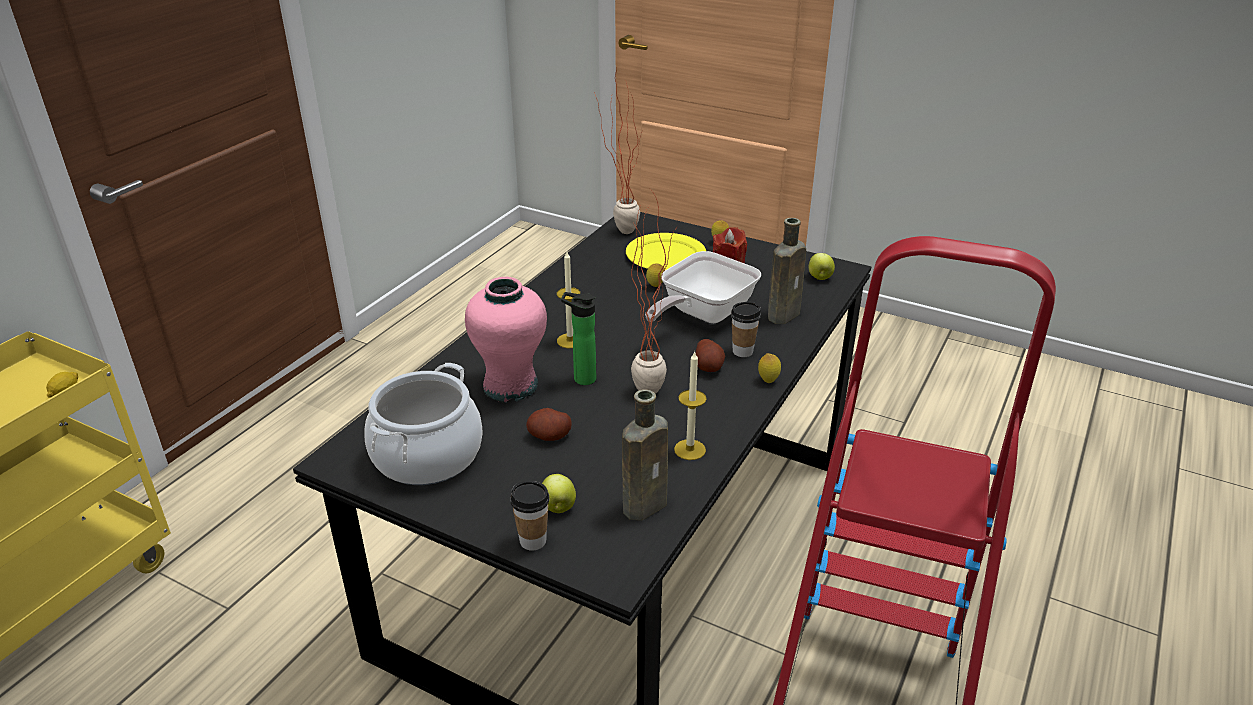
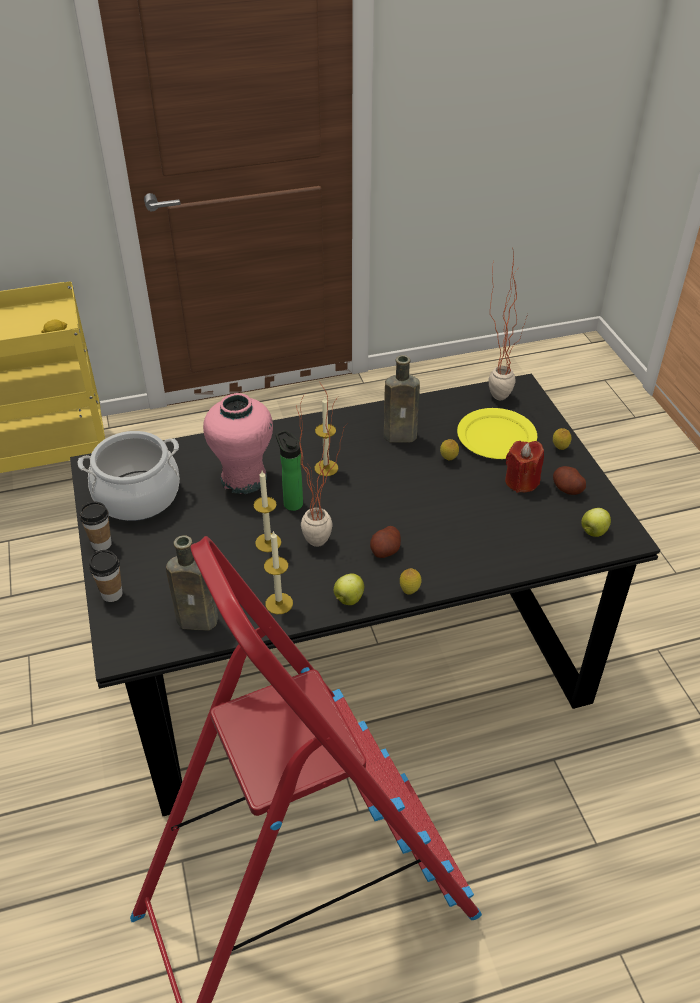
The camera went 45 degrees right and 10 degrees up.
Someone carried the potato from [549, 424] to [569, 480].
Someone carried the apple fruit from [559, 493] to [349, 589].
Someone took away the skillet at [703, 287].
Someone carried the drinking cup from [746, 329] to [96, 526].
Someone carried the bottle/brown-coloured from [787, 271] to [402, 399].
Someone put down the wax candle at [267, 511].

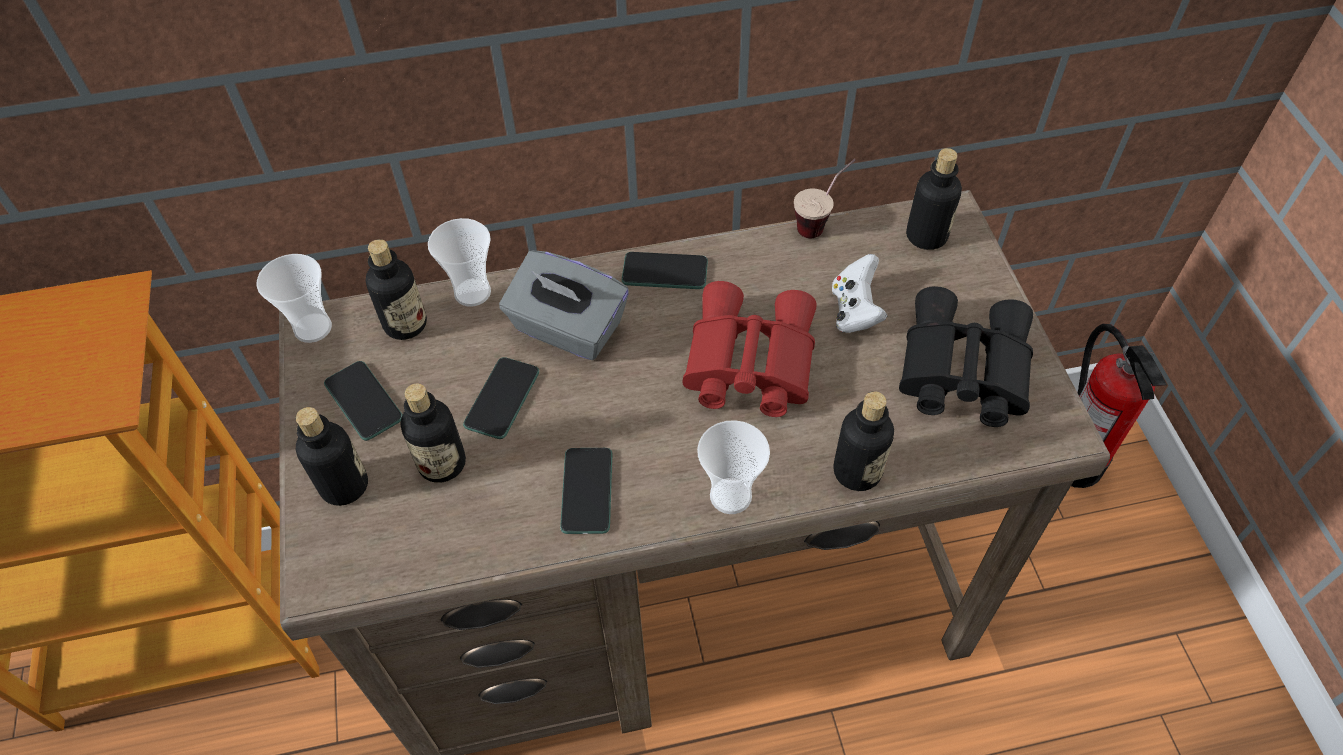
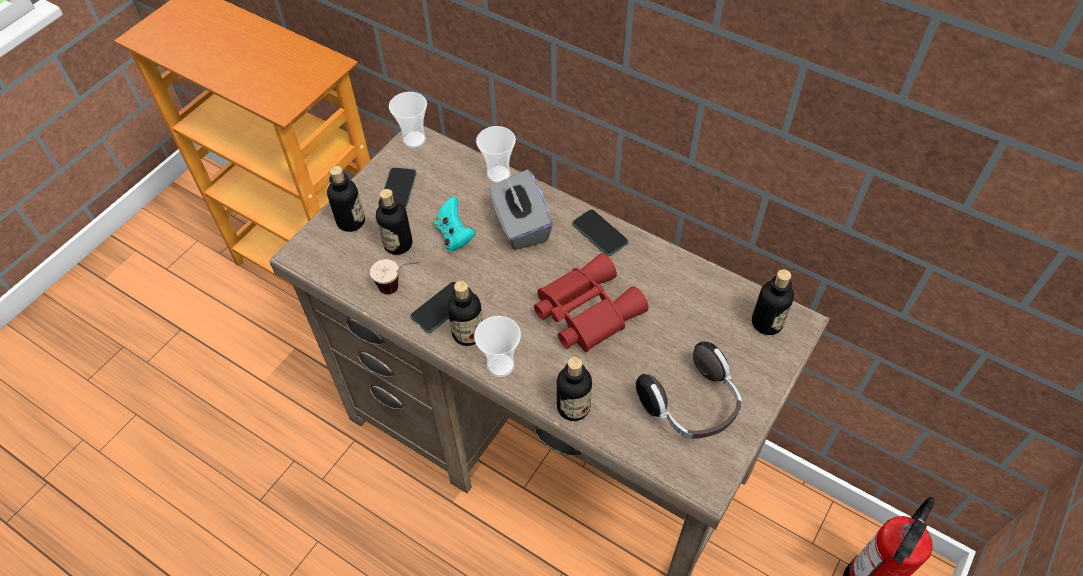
The camera went 45 degrees right and 0 degrees up.
Someone carried the bottle from [396, 289] to [465, 313].
Someone swapped the telephone at [501, 398] for the joypad/turquoise-coloured at [455, 224].
Someone carried the drinking cup from [825, 198] to [395, 277].
Someone took away the joypad/white-coloured at [859, 293].
Someone swapped the binoculars/black-coloured at [966, 356] for the pair of headphones at [689, 390].

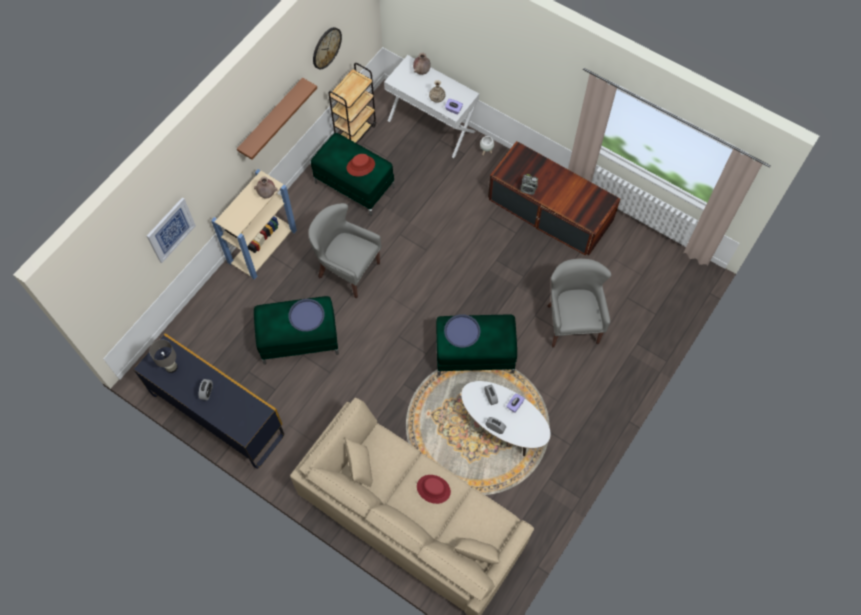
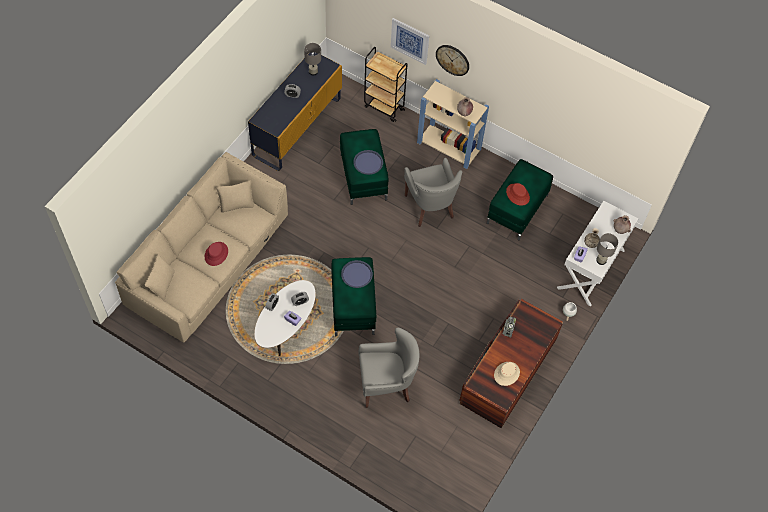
The camera went 85 degrees right and 5 degrees down.
Someone took away the wall shelf/brown-coloured at [277, 119].
Someone rotated the lounge chair/grey at [344, 251] by 135 degrees clockwise.
Someone carried the clock on the wall from [327, 48] to [452, 60].
Someone carried the cart/brown-coloured from [352, 103] to [385, 84].
Someone put down the hat/sand-coloured at [507, 374].
Someone put down the table lamp/grey at [607, 249].

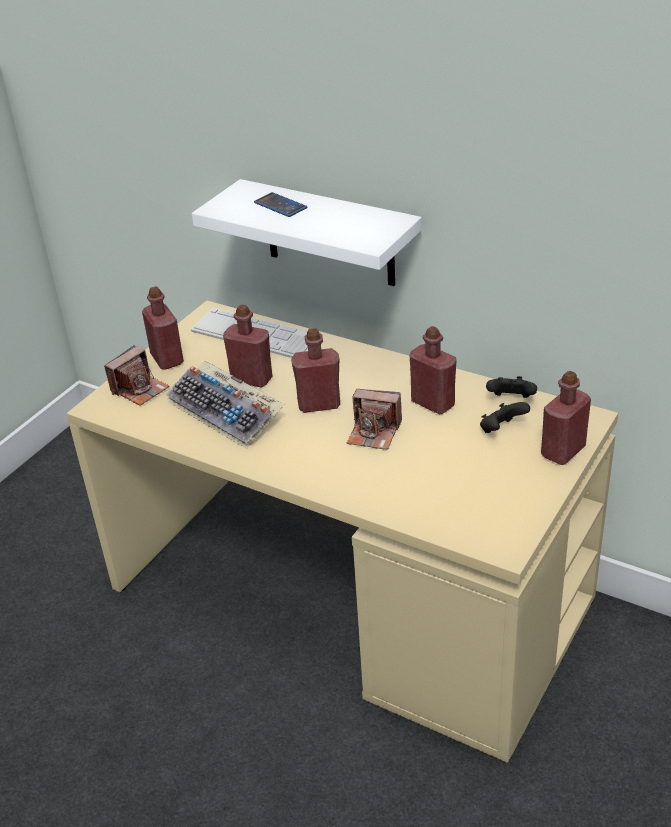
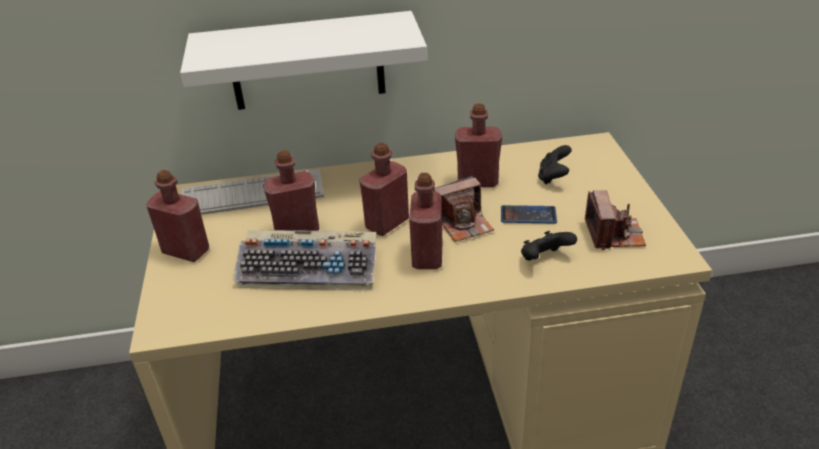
The camera went 40 degrees left and 0 degrees up.
Someone carried the still camera from [136, 375] to [615, 220].
Someone carried the telephone from [280, 204] to [529, 214].
Someone carried the joypad/black-coloured from [511, 387] to [549, 245].
Someone carried the bottle/reddish from [566, 418] to [425, 221].

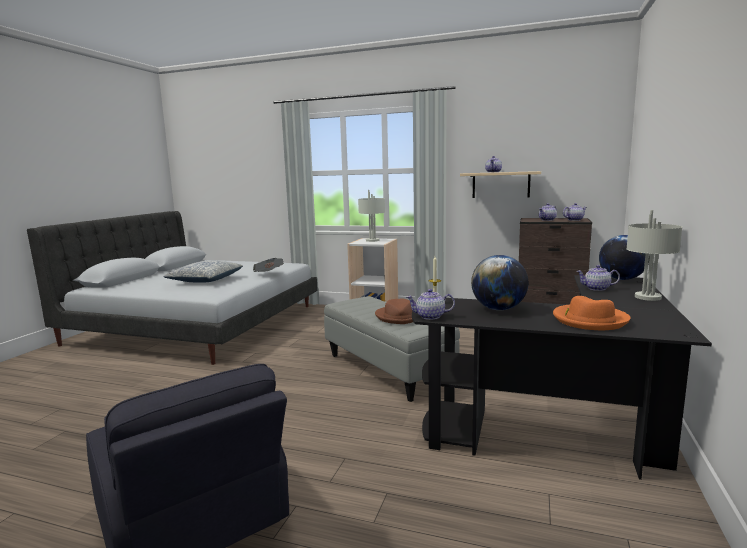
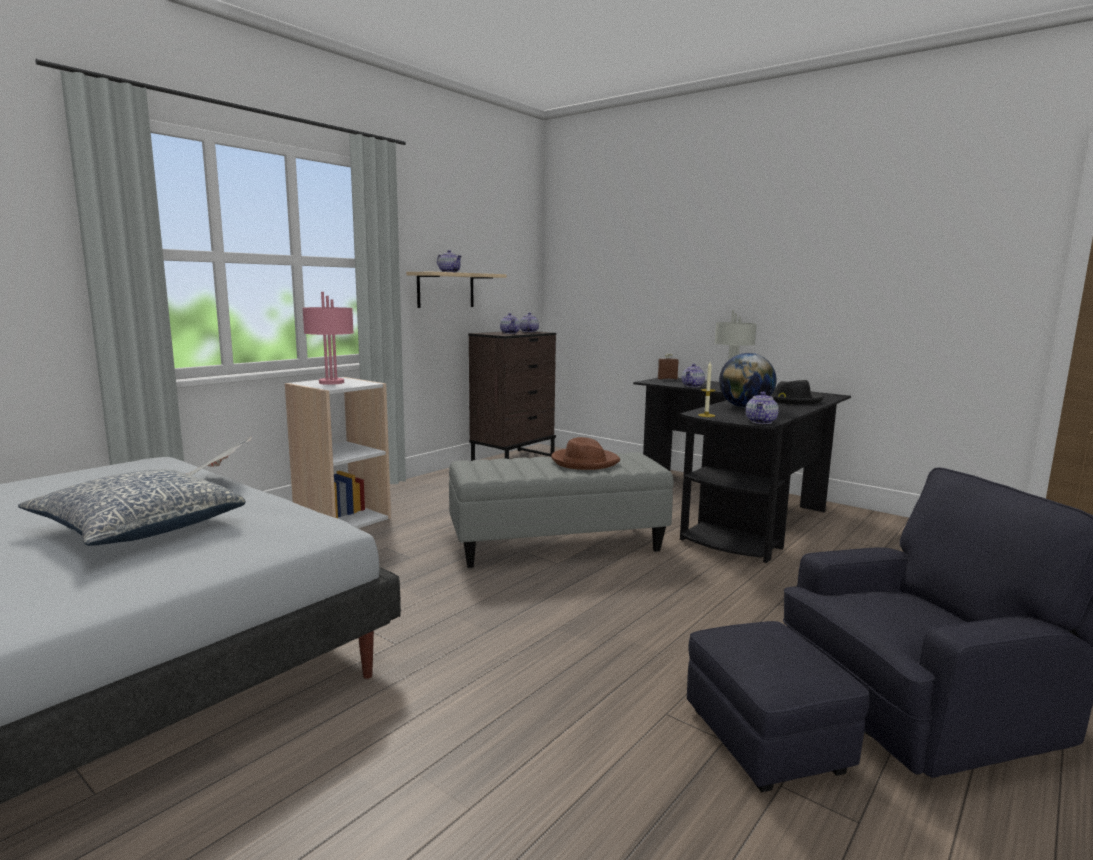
The camera went 70 degrees left and 0 degrees up.
Someone repainted the table lamp/grey at [371, 216], which became the table lamp/pinkish at [328, 338].
Someone repainted the hat/orange at [592, 313], which became the hat/black-coloured at [797, 392].
Someone swapped the world globe at [624, 257] for the bottle/brown-coloured at [668, 366].

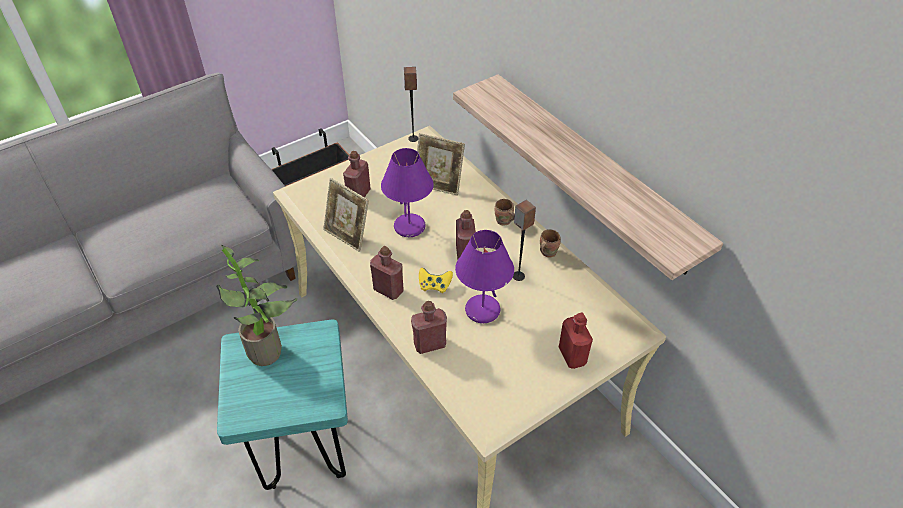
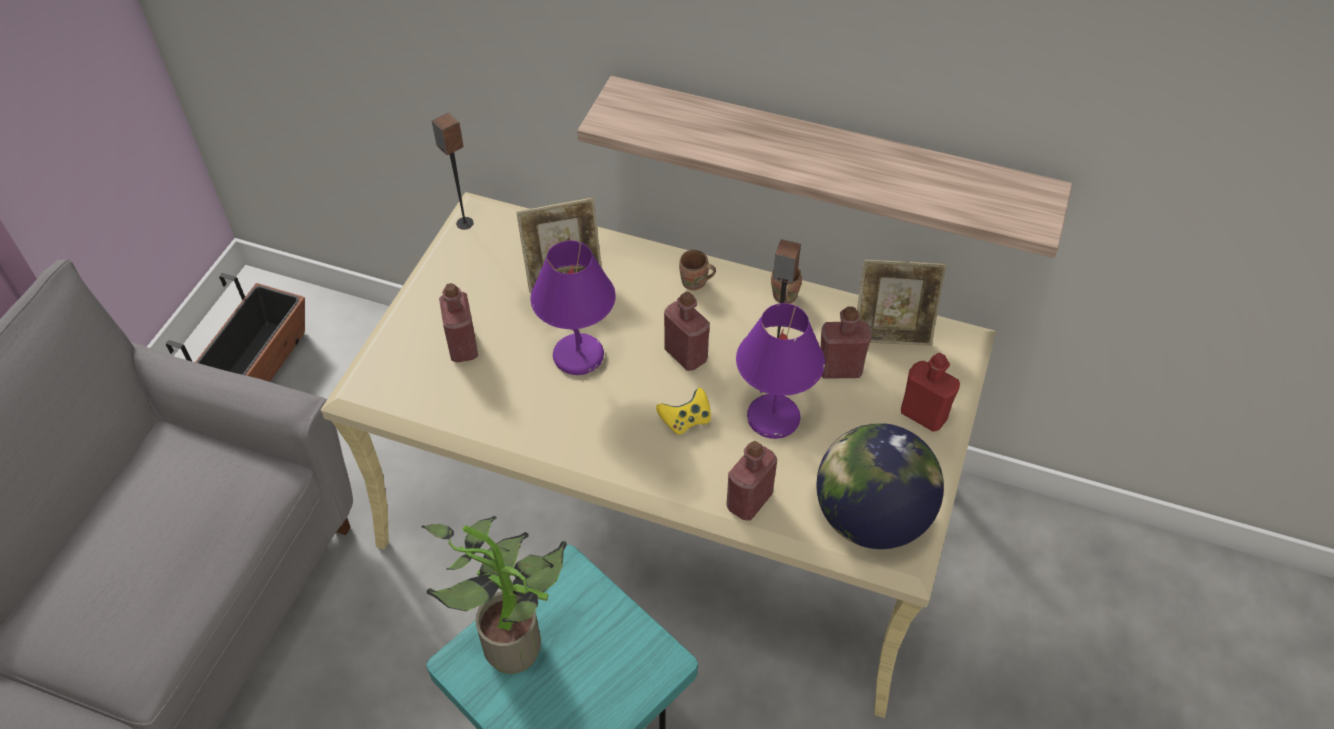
The camera went 35 degrees left and 5 degrees up.
Someone carried the standing frame from [346, 215] to [901, 303].
Someone carried the bottle/reddish from [386, 273] to [846, 342].
Someone put down the world globe at [880, 486].

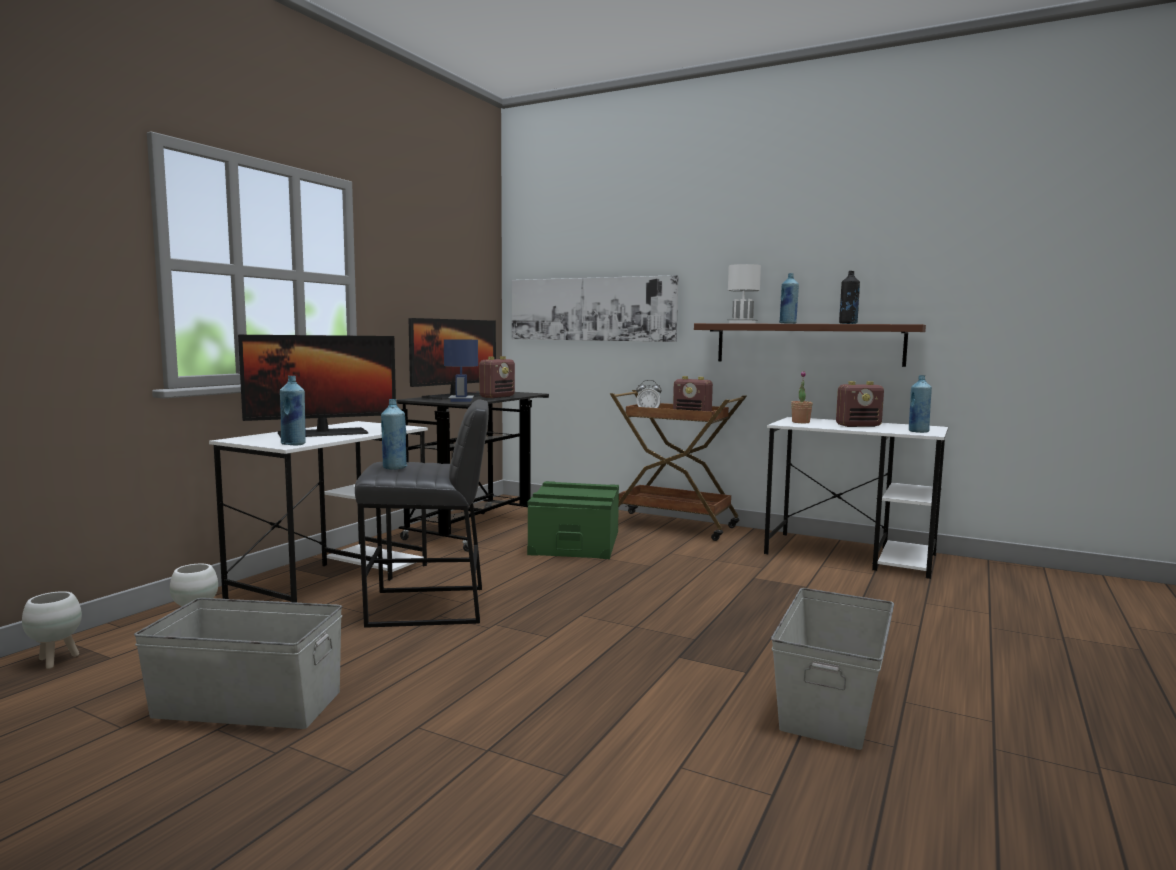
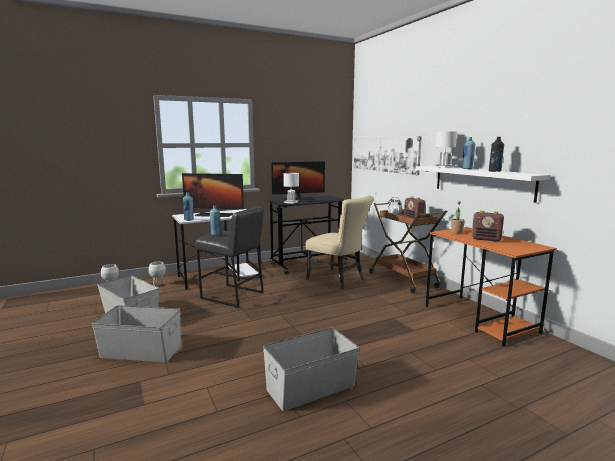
The camera went 35 degrees right and 5 degrees up.
Someone repainted the table lamp/blue-coloured at [461, 370], which became the table lamp/white-coloured at [291, 188].
Someone took away the radio at [497, 377].
Someone swapped the storage container/green-coloured at [573, 520] for the plain chair/sand-coloured at [339, 242].
Someone repainted the wall shelf/brown-coloured at [810, 345], which became the wall shelf/white-coloured at [483, 184].
Someone repainted the desk unit/white-coloured at [856, 498], which became the desk unit/orange at [491, 287].
Someone took away the bottle/blue-coloured at [920, 404].
Someone put down the storage container/grey at [136, 333].

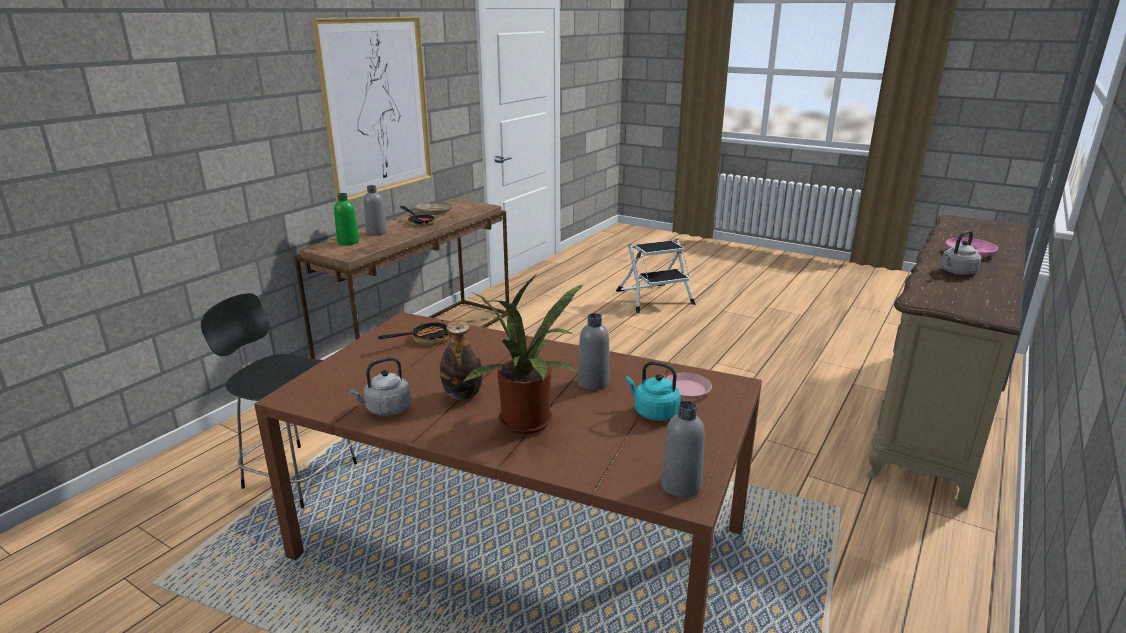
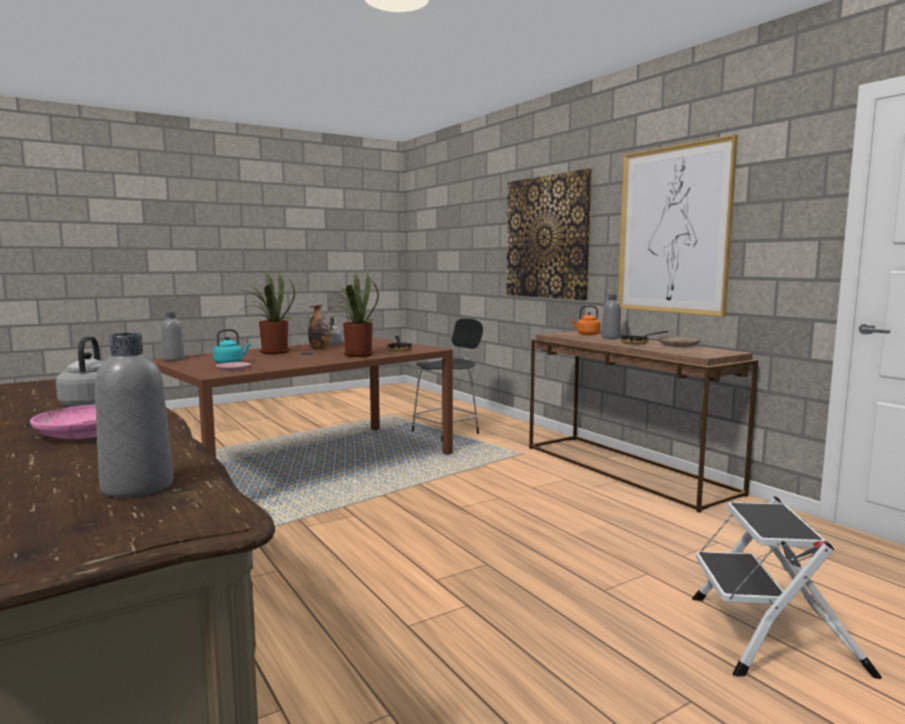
The camera went 115 degrees right and 15 degrees down.
Someone swapped the bottle/green-coloured at [346, 219] for the tea kettle/orange at [585, 320].
Someone carried the bottle/grey from [593, 351] to [134, 415].
Someone put down the plant in a pot at [352, 314].
Someone put up the wall picture at [549, 235].

